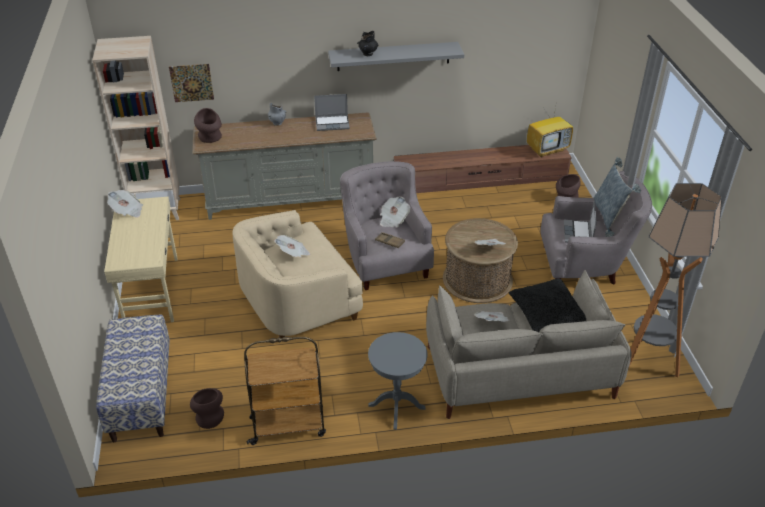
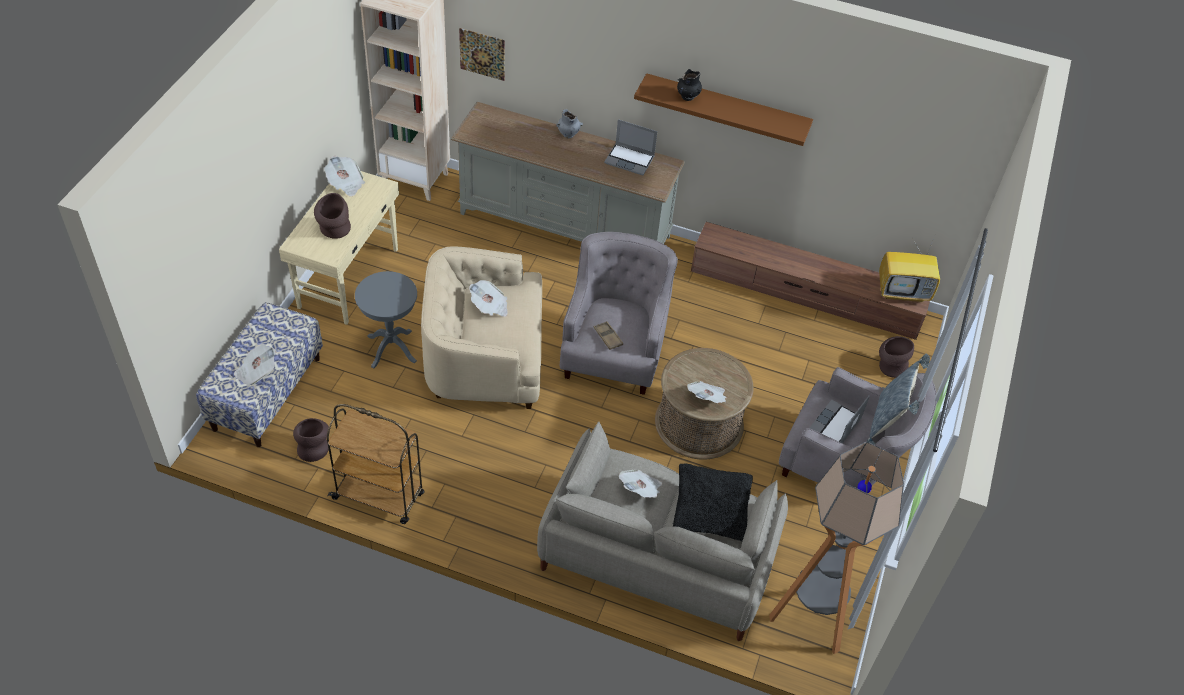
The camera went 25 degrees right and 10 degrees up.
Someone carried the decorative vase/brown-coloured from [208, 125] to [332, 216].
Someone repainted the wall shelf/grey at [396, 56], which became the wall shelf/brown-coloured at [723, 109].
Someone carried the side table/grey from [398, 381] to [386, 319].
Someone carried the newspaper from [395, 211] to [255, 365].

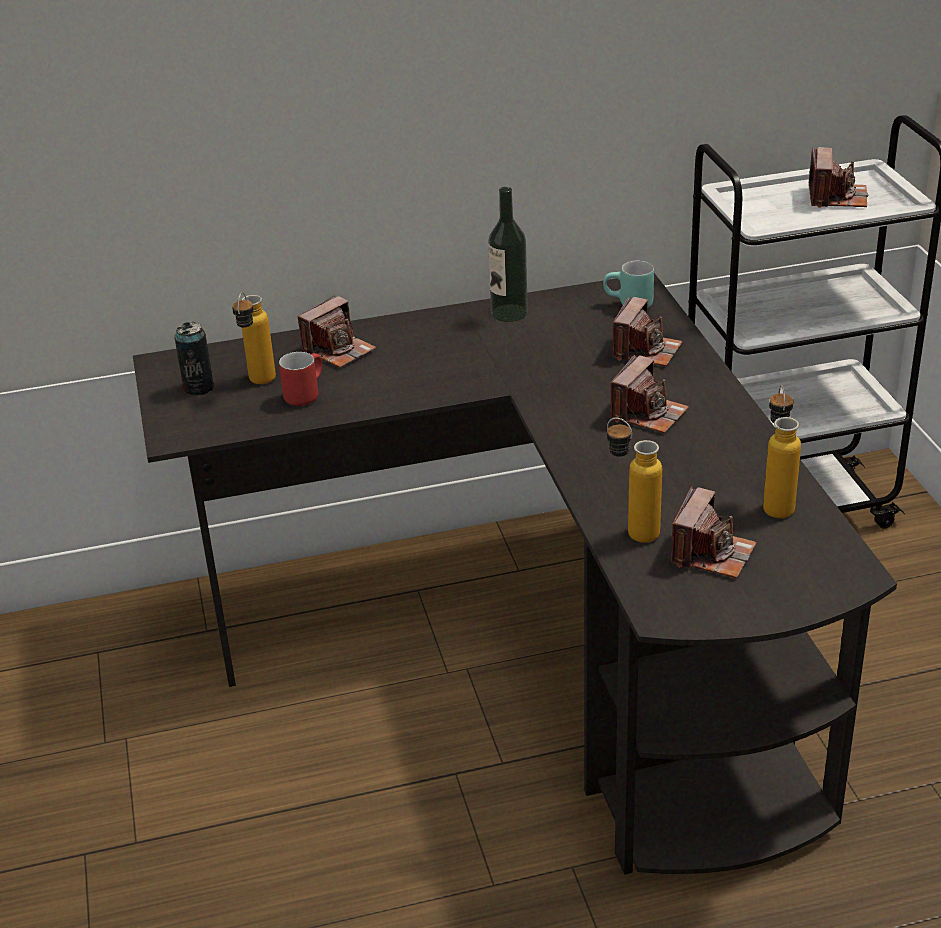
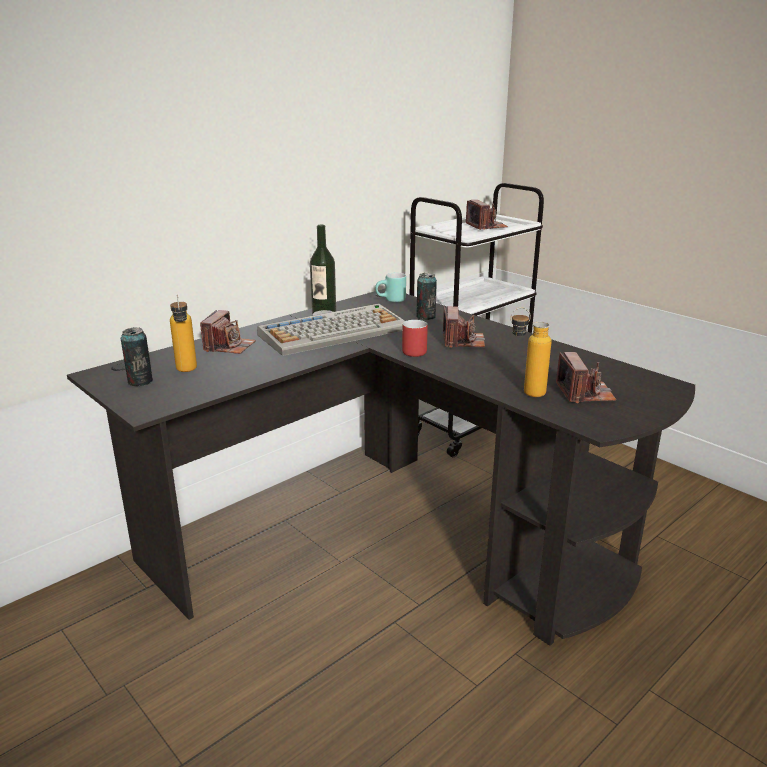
The camera went 30 degrees left and 10 degrees down.
Someone carried the coffee mug/reddish from [300, 379] to [415, 338].
Someone swapped the still camera at [647, 331] for the metal can at [426, 296].
Someone took away the bottle at [782, 451].
Someone put down the PC keyboard at [331, 330].

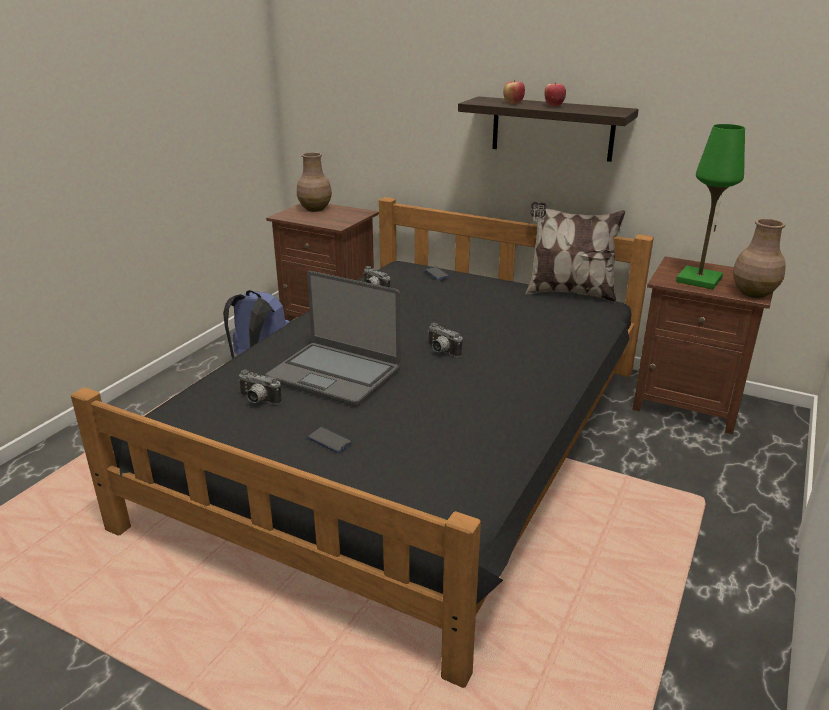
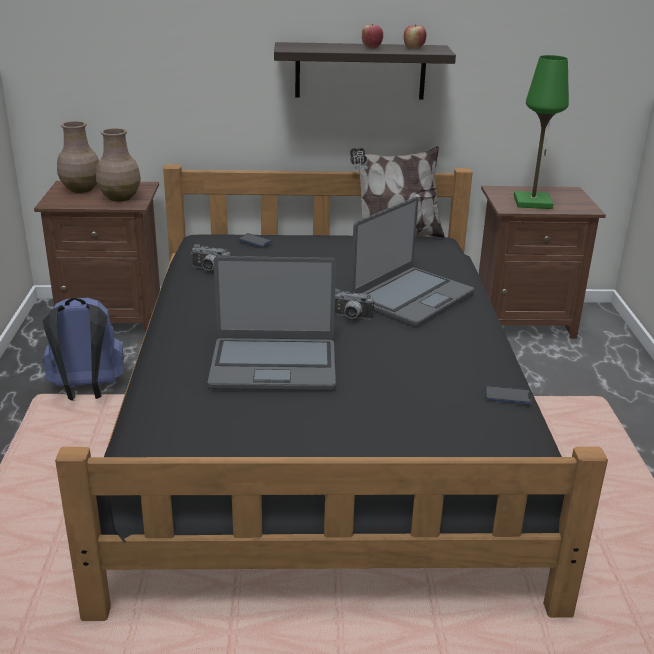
The camera went 30 degrees left and 0 degrees up.
Someone took away the still camera at [259, 387].
Someone carried the telephone from [329, 439] to [508, 395].
Someone carried the apple fruit from [514, 92] to [415, 36].
Someone carried the decorative vase/brown-coloured from [759, 258] to [118, 165].
Someone put down the laptop at [412, 262].

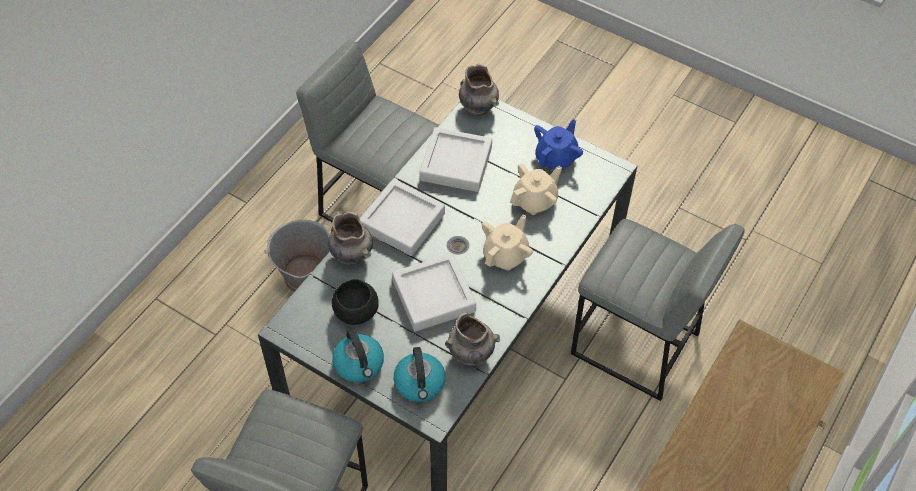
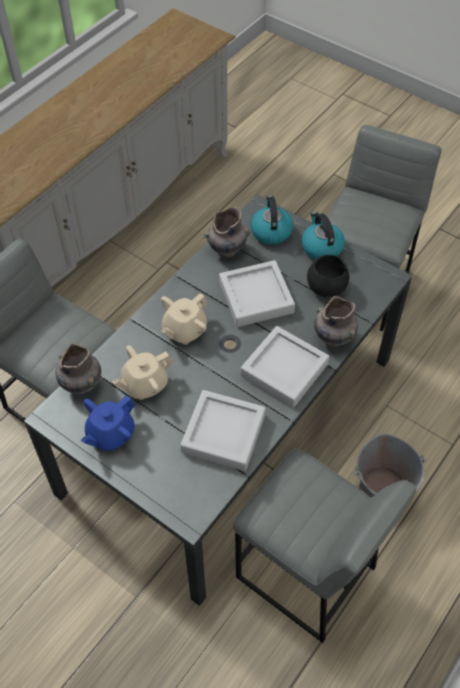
The camera went 175 degrees left and 0 degrees up.
Someone carried the decorative vase/grey from [479, 90] to [78, 368].

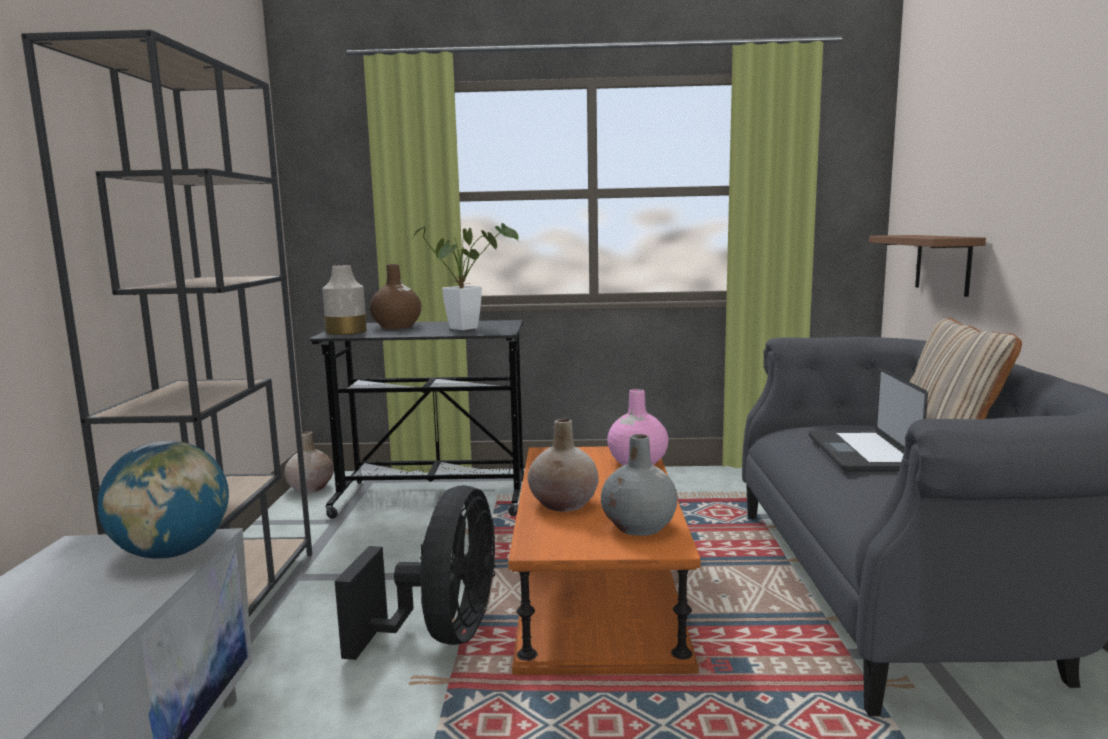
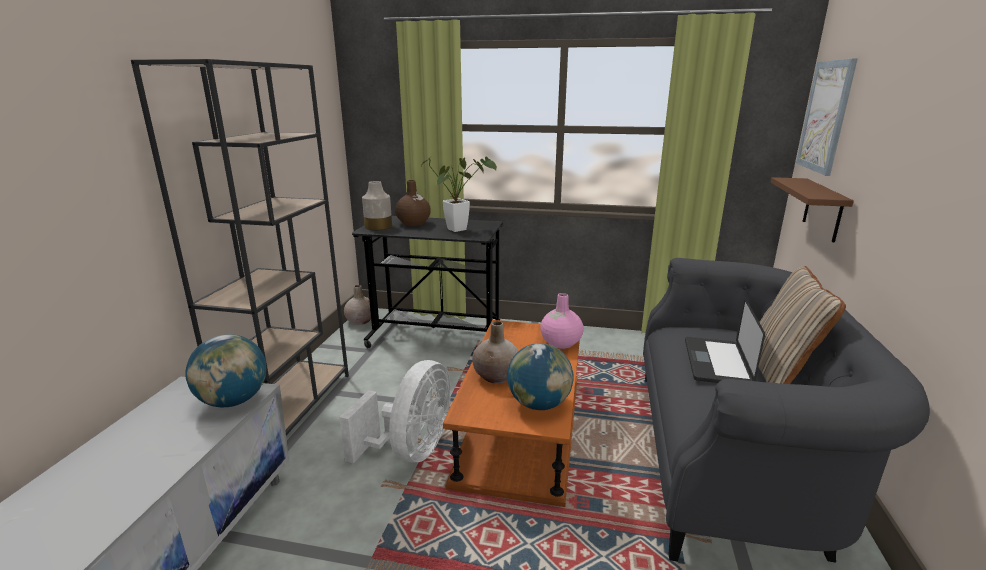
The camera went 10 degrees right and 10 degrees up.
Someone repainted the electric fan/black-coloured at [415, 572], which became the electric fan/white-coloured at [395, 411].
Someone swapped the decorative vase/grey at [639, 485] for the world globe at [540, 376].
Someone put up the wall picture at [827, 117].

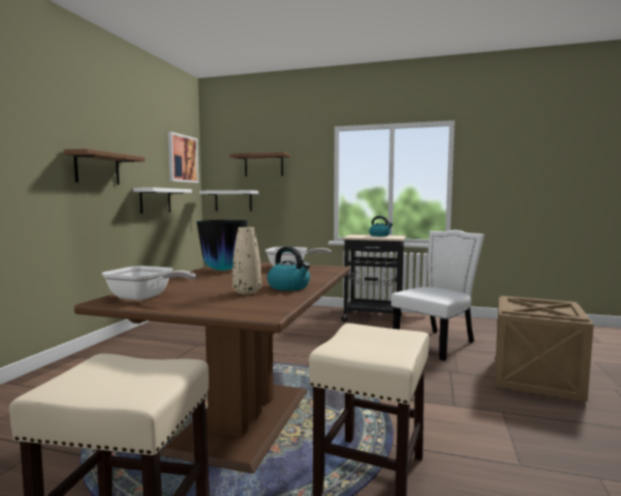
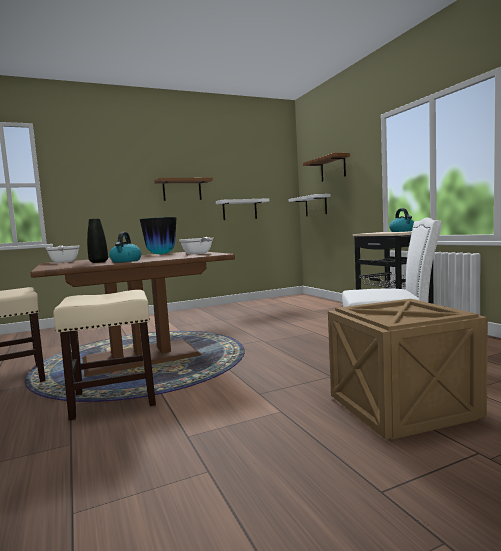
The camera went 50 degrees right and 0 degrees up.
Someone took away the wall picture at [183, 157].
Someone repainted the decorative vase/sand-coloured at [247, 260], which became the decorative vase/black-coloured at [97, 241].

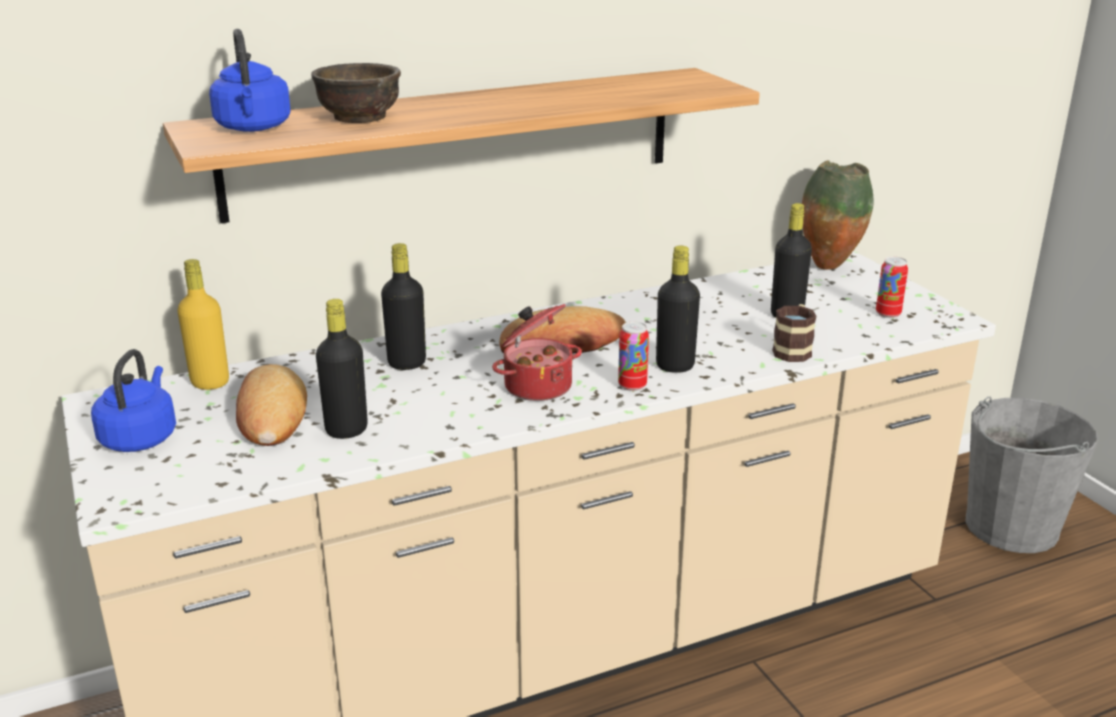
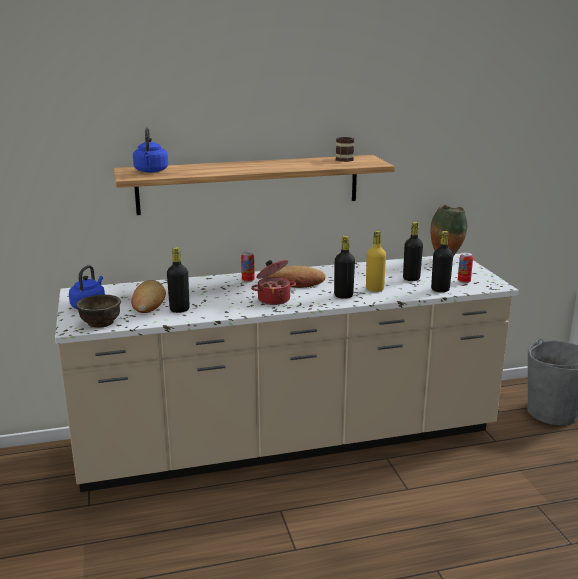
The camera went 10 degrees right and 5 degrees down.
Someone carried the bottle/yellow-coloured from [203, 324] to [376, 261].
Someone carried the serving bowl/brown-coloured from [356, 93] to [98, 311].
Someone carried the bottle/black-coloured from [403, 306] to [442, 261].
Someone carried the metal can from [633, 356] to [248, 267].
Someone carried the coffee mug from [794, 333] to [345, 149].

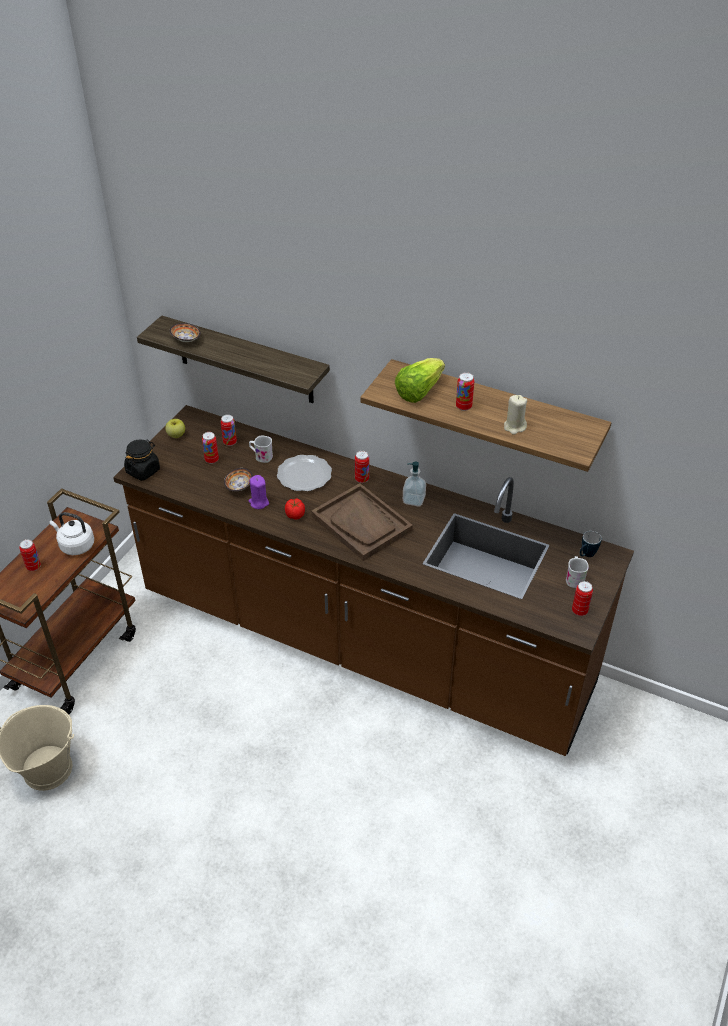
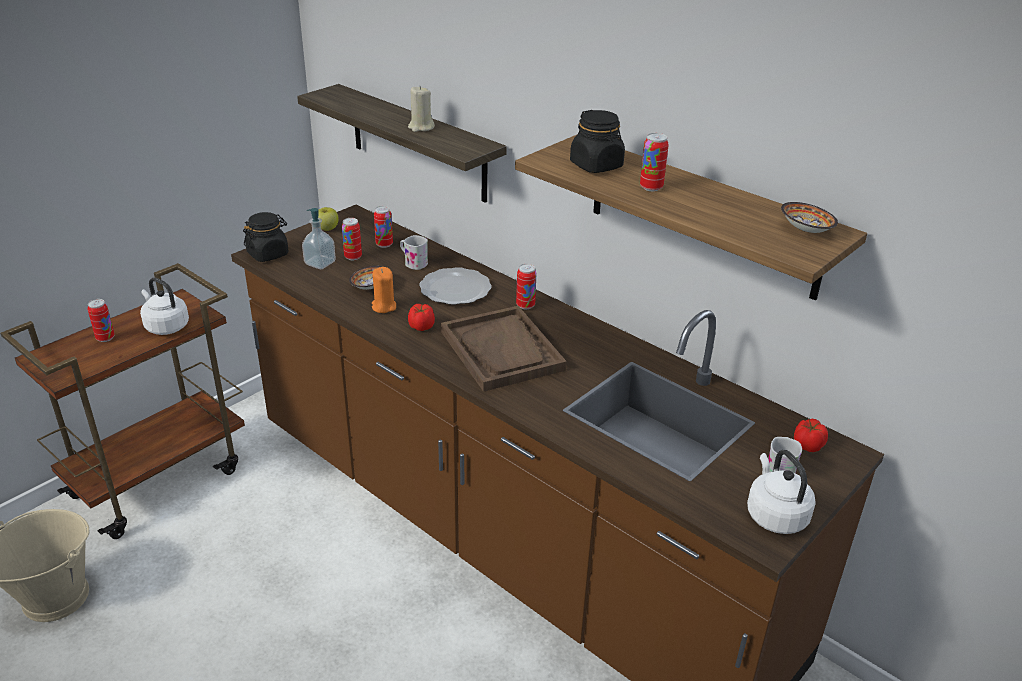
The camera went 15 degrees right and 10 degrees down.
Someone carried the serving bowl from [185, 332] to [809, 217].
Someone repainted the wax candle/purple-coloured at [259, 492], which became the wax candle/orange at [384, 290].
Someone swapped the lettuce head at [420, 380] for the jar/black-coloured at [597, 141].
Someone carried the soap bottle from [414, 484] to [319, 238].
Someone carried the wax candle/sand-coloured from [515, 415] to [421, 109].
Someone swapped the metal can at [582, 598] for the tea kettle/white-coloured at [781, 492].
Someone swapped the coffee mug at [591, 544] for the tomato at [811, 435].

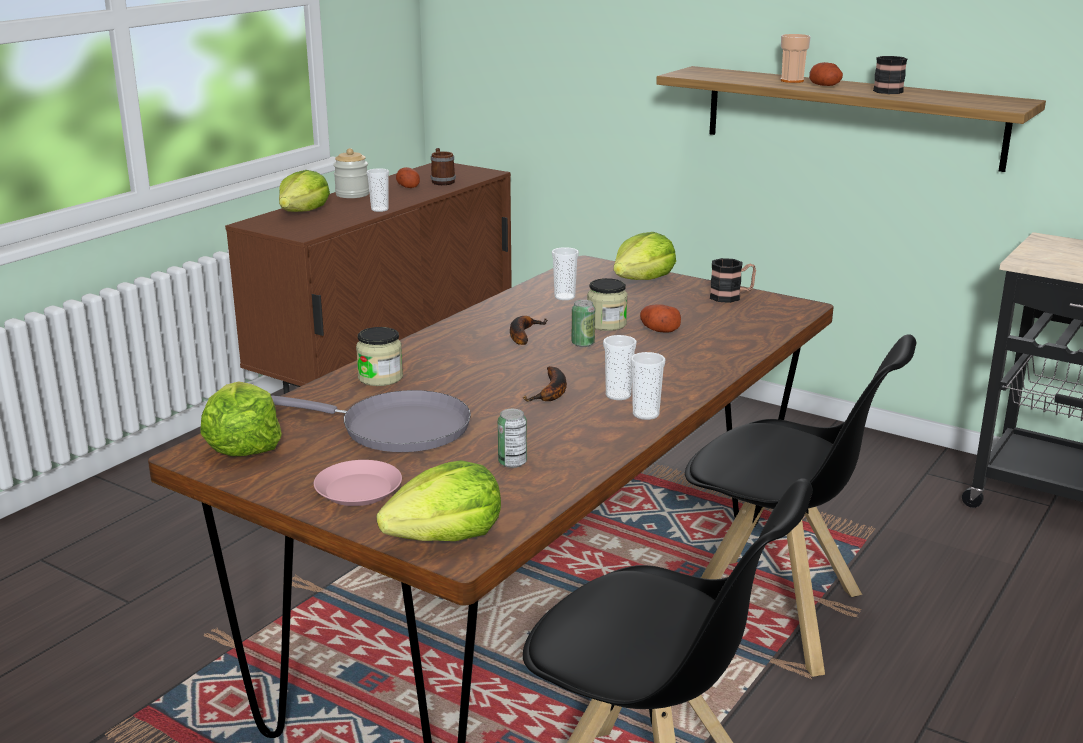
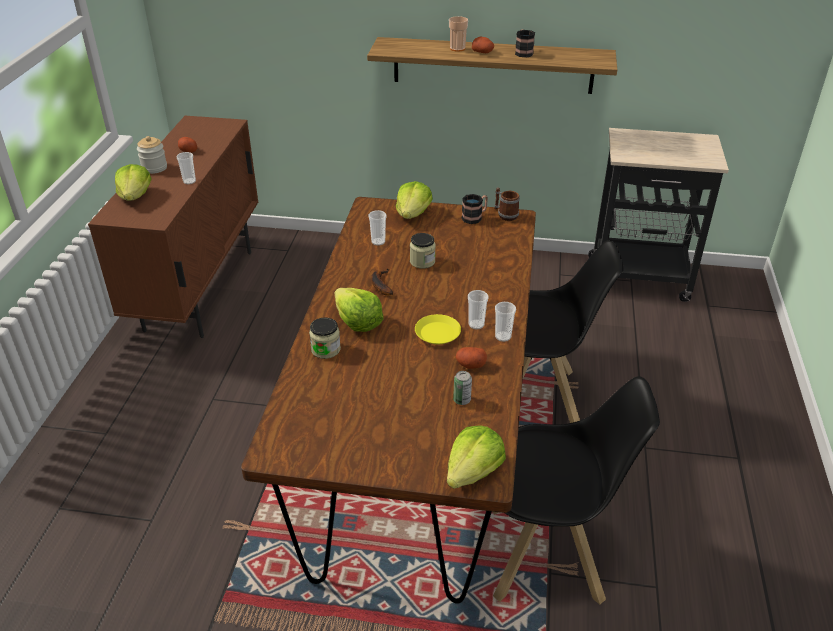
The camera went 25 degrees left and 15 degrees up.
Someone carried the lettuce head from [241, 418] to [359, 310].
Someone took away the skillet/grey at [371, 421].
Someone took away the plate/pinkish at [358, 483].
Someone carried the coffee mug from [443, 166] to [507, 204].
Someone swapped the banana at [544, 384] for the plate/yellow-coloured at [438, 329].
Someone took away the metal can at [583, 323].
Someone carried the potato from [660, 318] to [471, 358].

